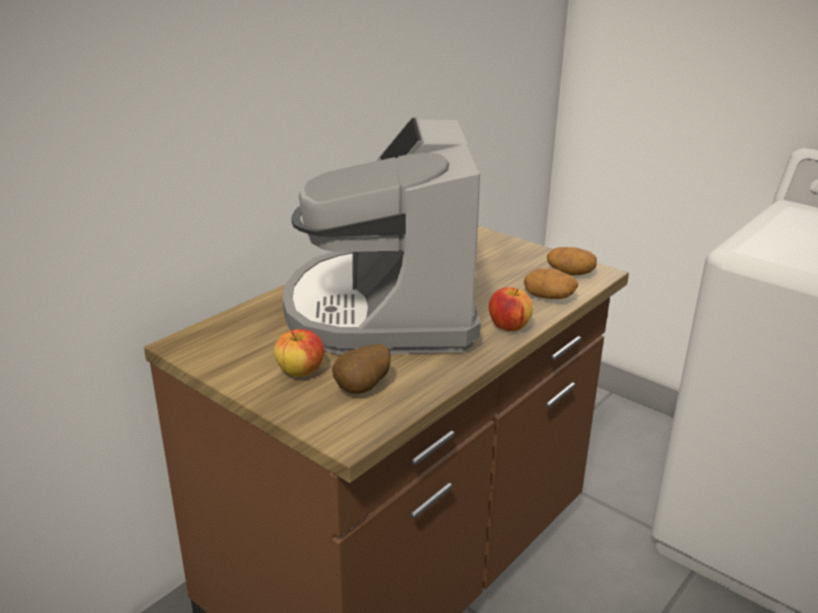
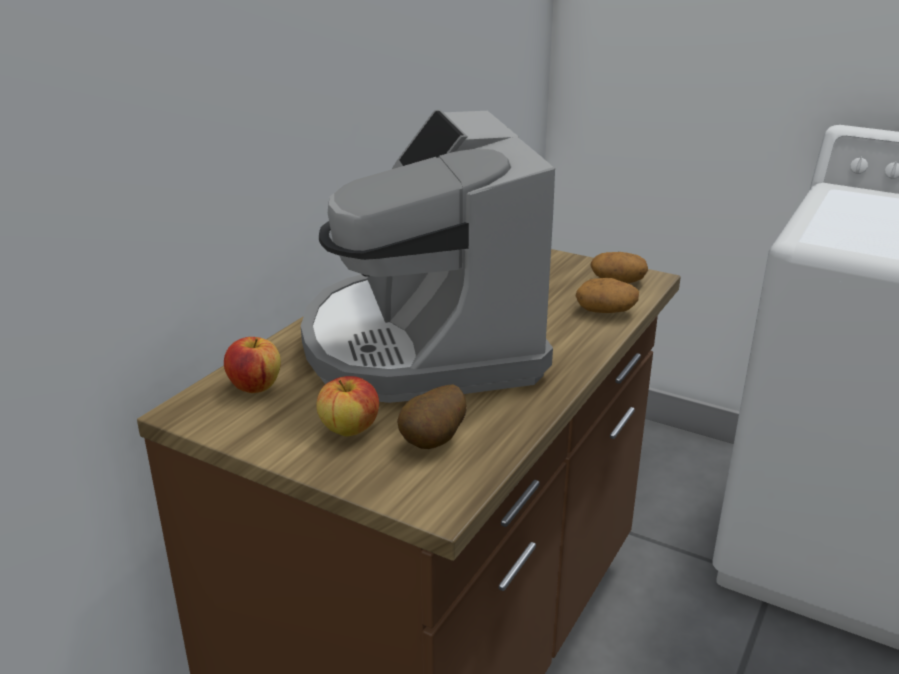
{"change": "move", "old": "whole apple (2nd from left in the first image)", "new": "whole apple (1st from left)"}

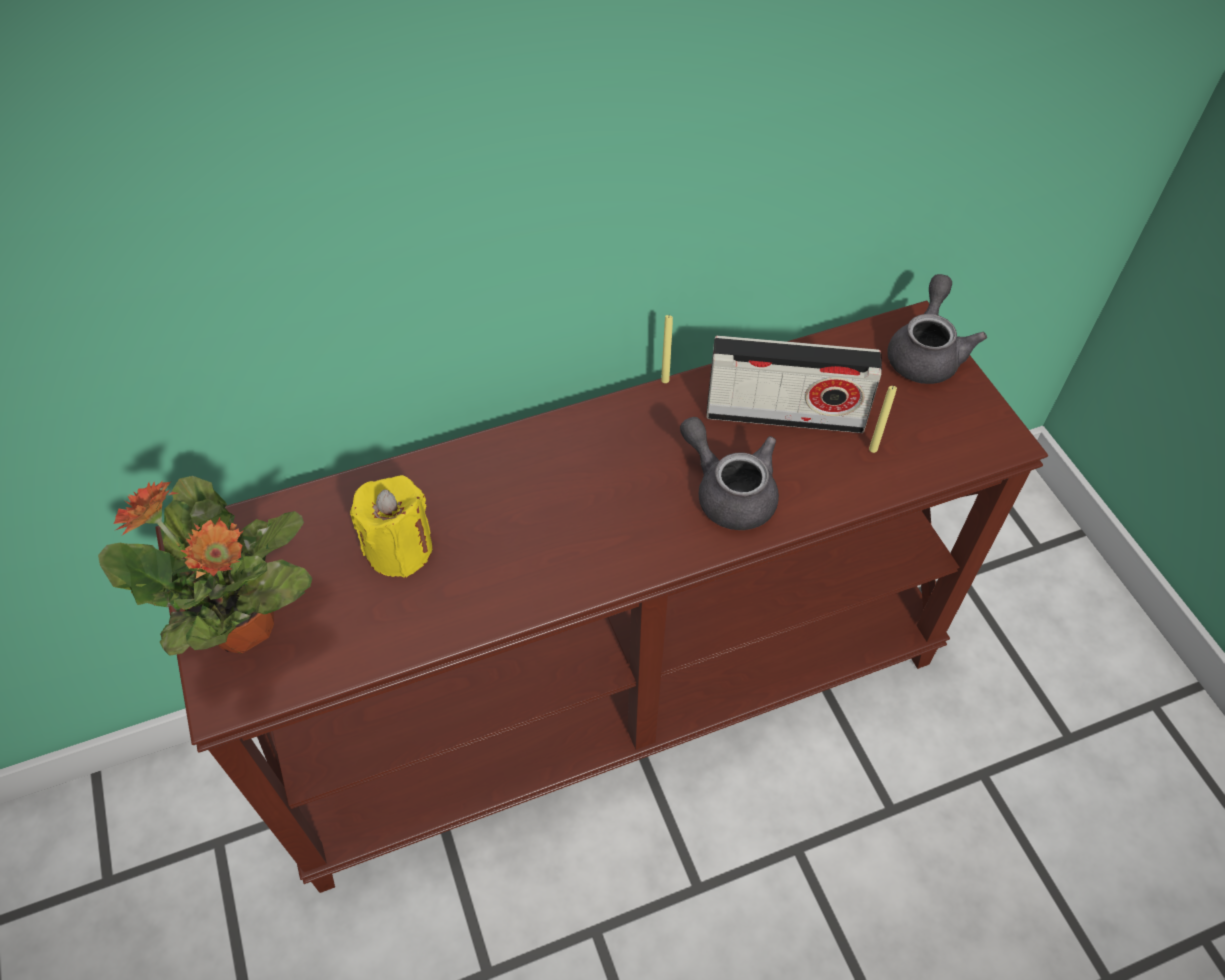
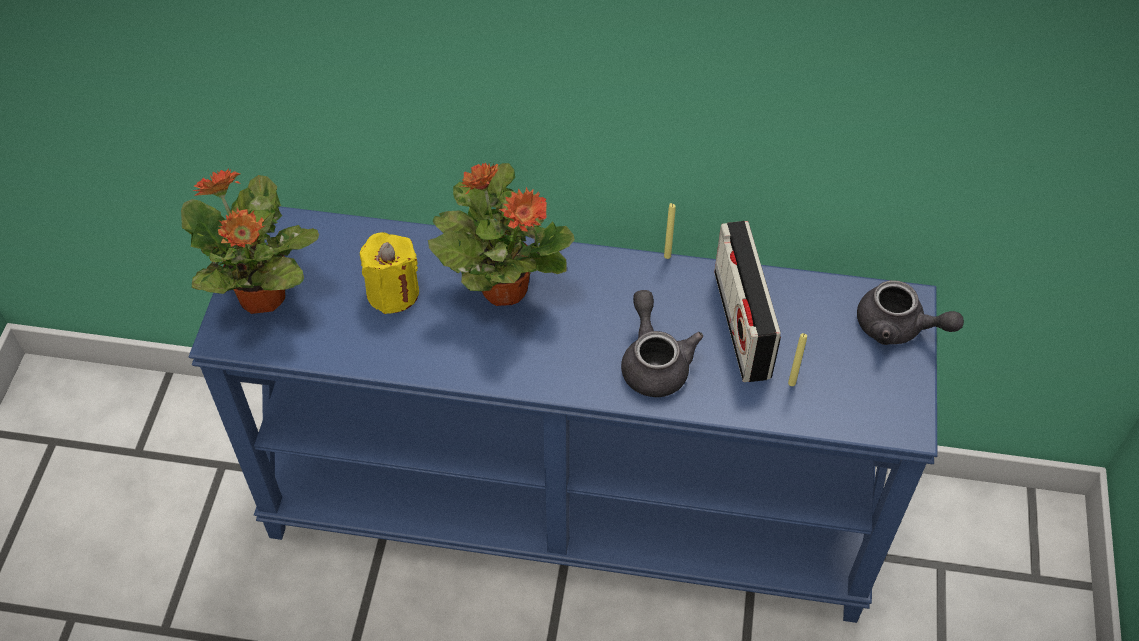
{"change": "recolor", "old": "narrow table (brown)", "new": "narrow table (blue)"}
{"change": "rotate", "old": "radio set", "degrees": 45}
{"change": "rotate", "old": "teapot (grey) (2nd from left)", "degrees": 75}
{"change": "insert", "new": "plant in a pot (2nd from left)"}

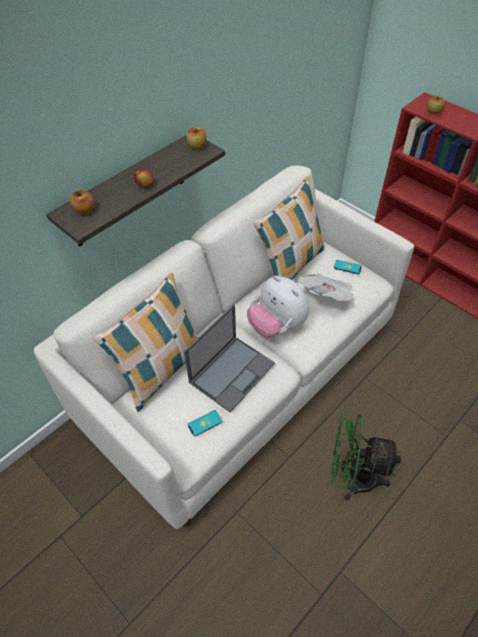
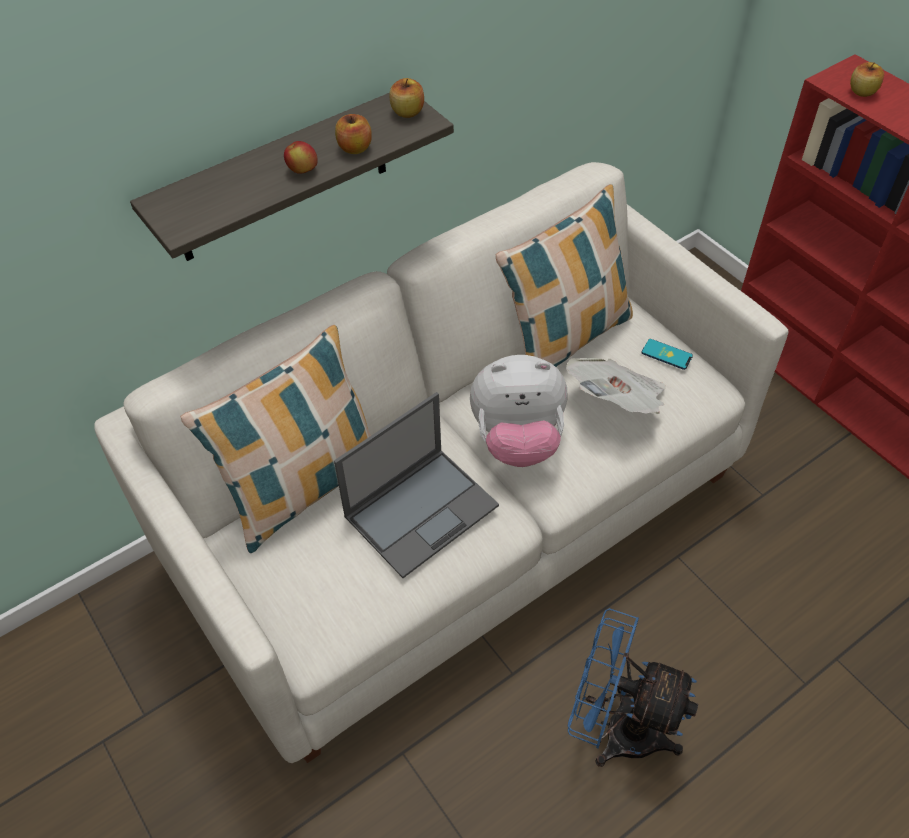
{"change": "move", "old": "whole apple (1st from left in the first image)", "new": "whole apple (2nd from left)"}
{"change": "delete", "old": "phone (1st from left)"}
{"change": "rotate", "old": "plush toy", "degrees": -60}
{"change": "recolor", "old": "fan (green)", "new": "fan (blue)"}

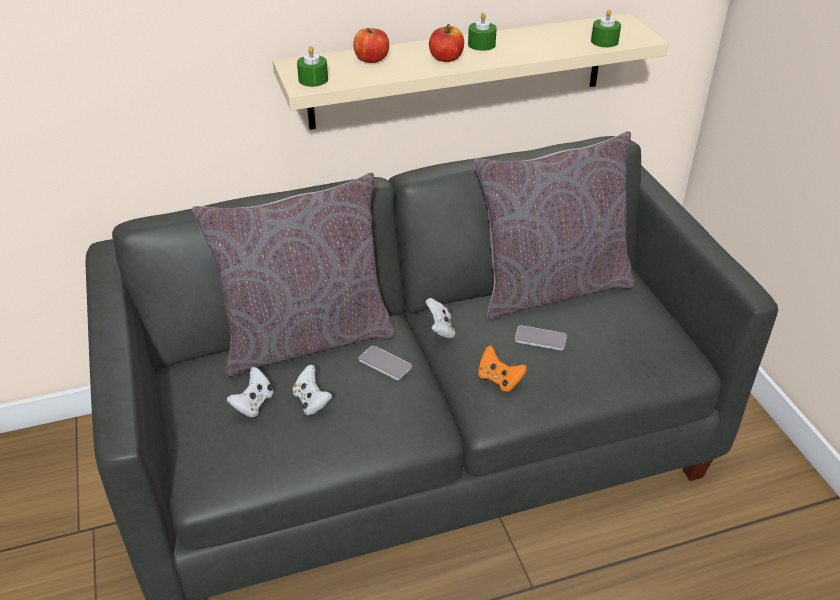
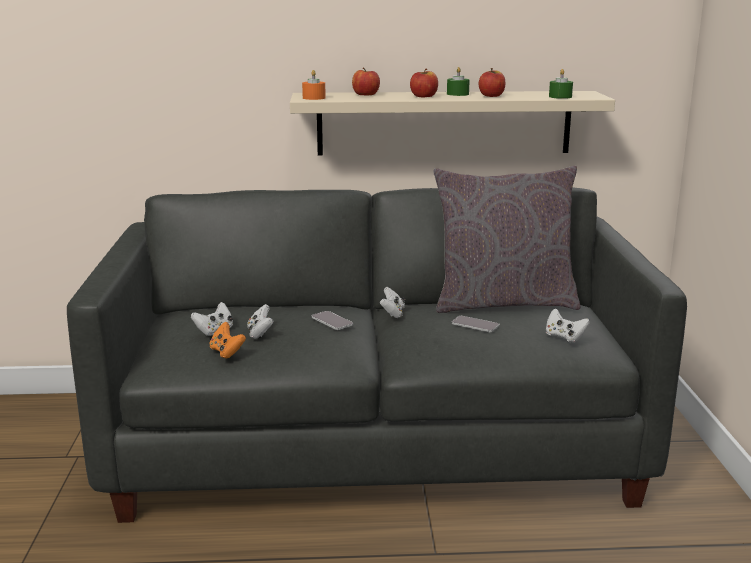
{"change": "delete", "old": "cushion (grey) (1st from left)"}
{"change": "recolor", "old": "candle (green) (1st from left)", "new": "candle (orange)"}
{"change": "move", "old": "joypad (orange)"}
{"change": "insert", "new": "whole apple (3rd from left)"}
{"change": "insert", "new": "joypad (white) (4th from left)"}

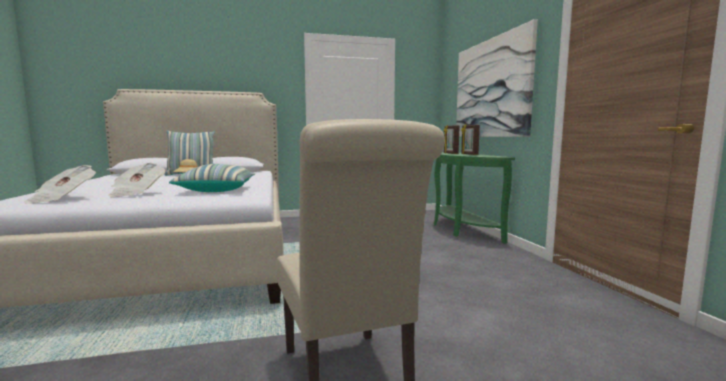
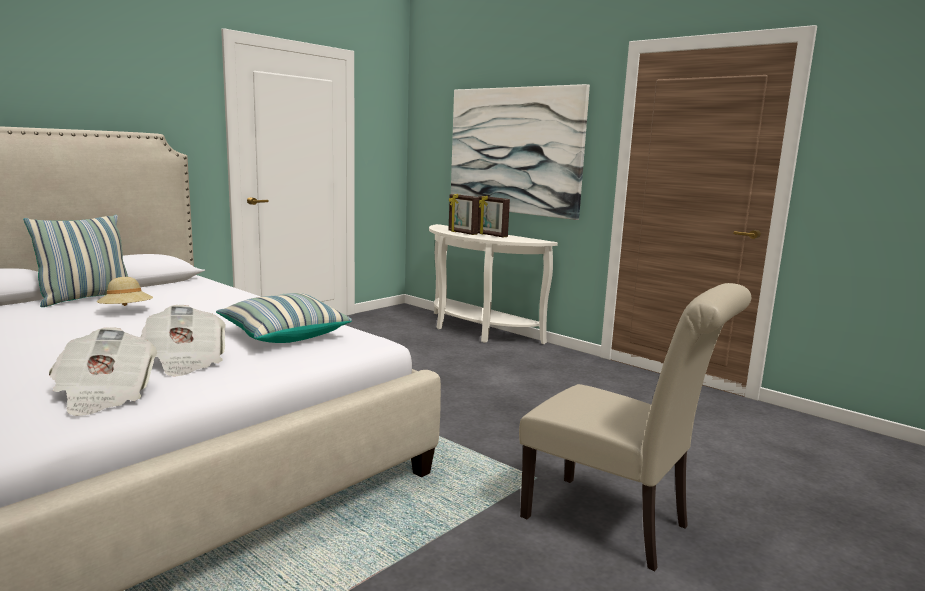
{"change": "recolor", "old": "narrow table (green)", "new": "narrow table (white)"}

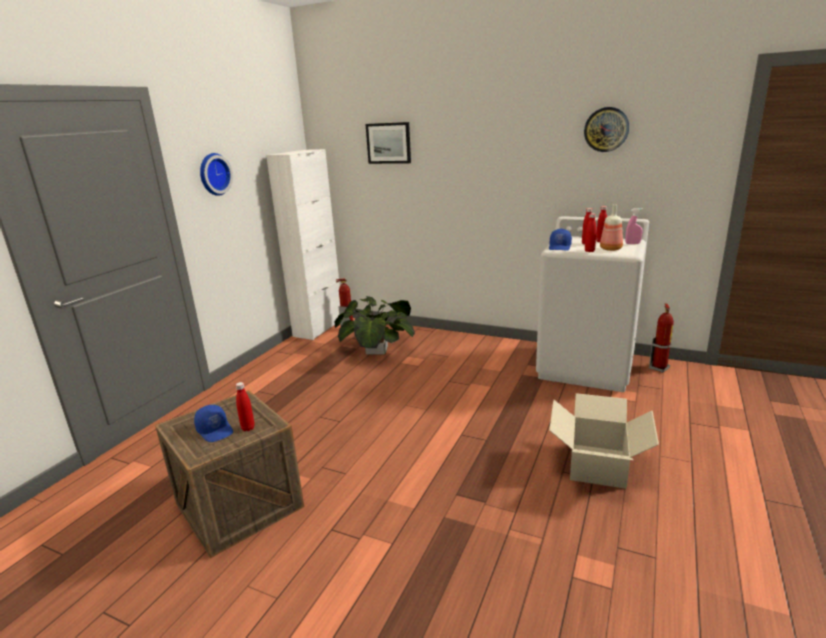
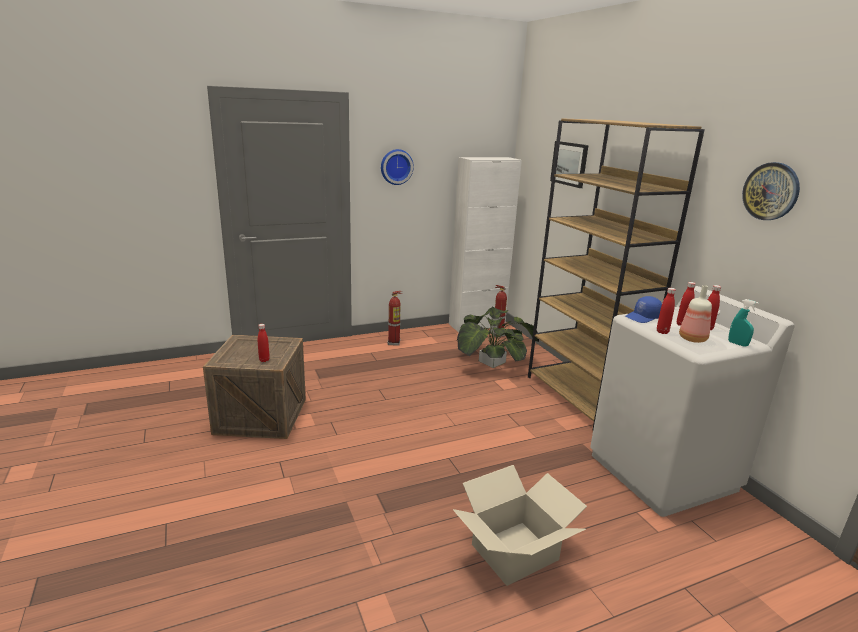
{"change": "delete", "old": "baseball cap (blue) (1st from left)"}
{"change": "recolor", "old": "sprayer (pink-coloured)", "new": "sprayer (blue-green)"}
{"change": "move", "old": "fire-fighting cylinder (2nd from left in the first image)", "new": "fire-fighting cylinder (1st from left)"}
{"change": "insert", "new": "shelving unit (brown)"}

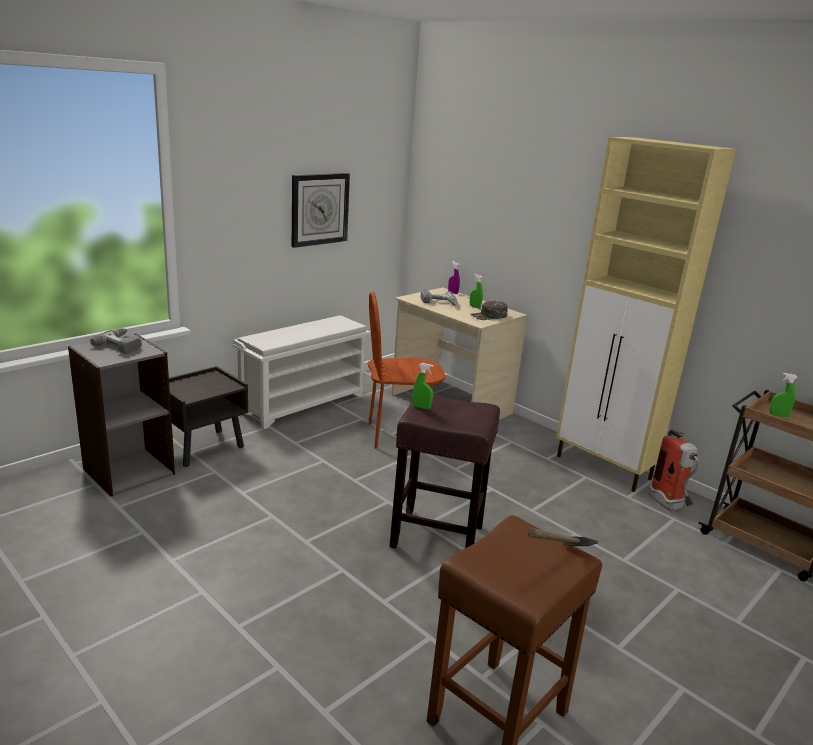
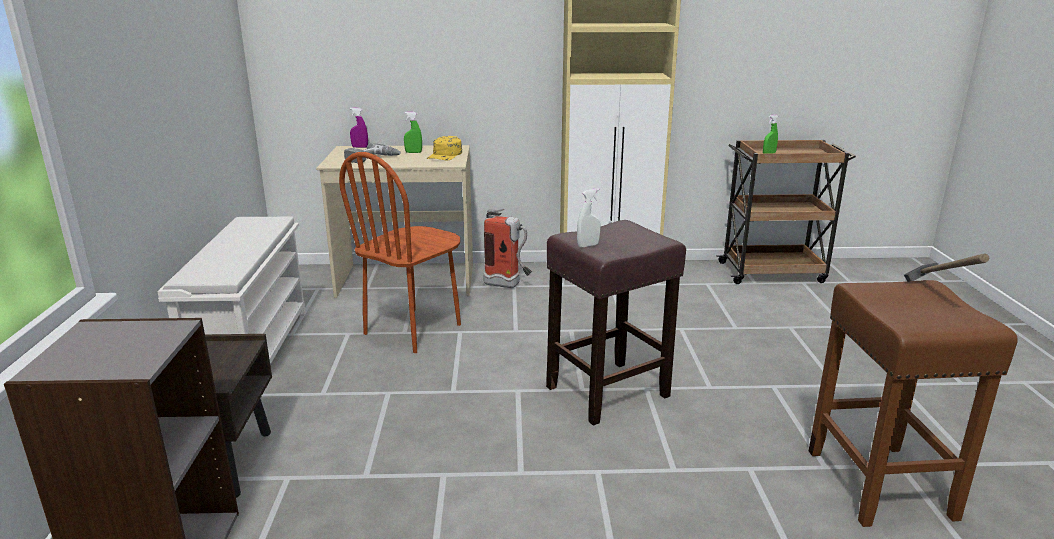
{"change": "delete", "old": "power drill (1st from left)"}
{"change": "delete", "old": "wall clock"}
{"change": "recolor", "old": "sprayer (green) (1st from left)", "new": "sprayer (white)"}
{"change": "recolor", "old": "baseball cap (green)", "new": "baseball cap (yellow-coloured)"}
{"change": "move", "old": "fire-fighting cylinder"}

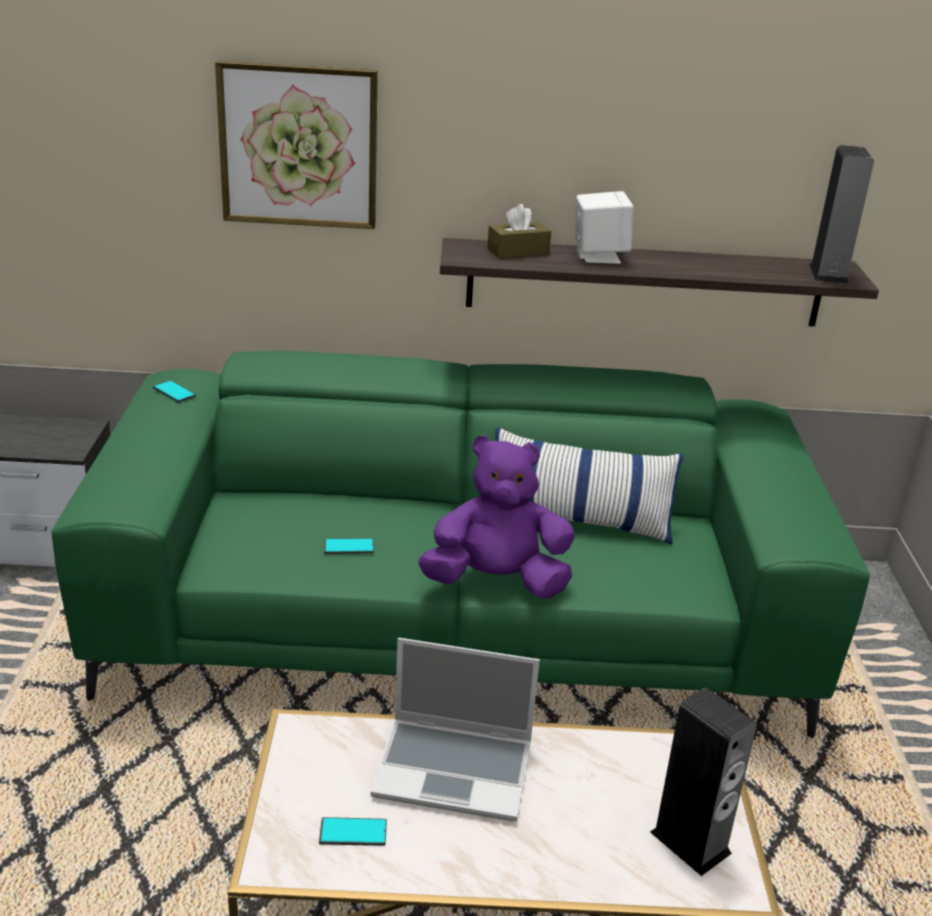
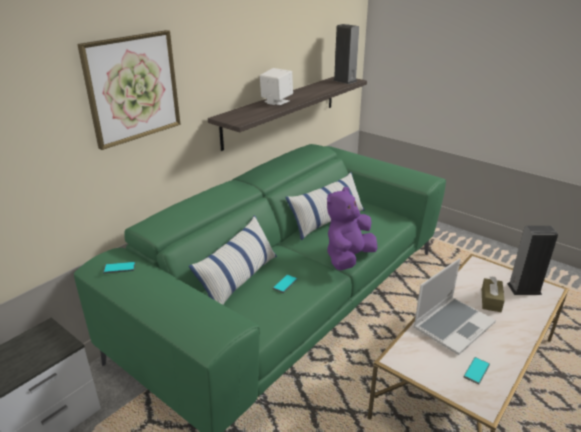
{"change": "move", "old": "tissue box (brown)"}
{"change": "insert", "new": "cushion (1st from left)"}

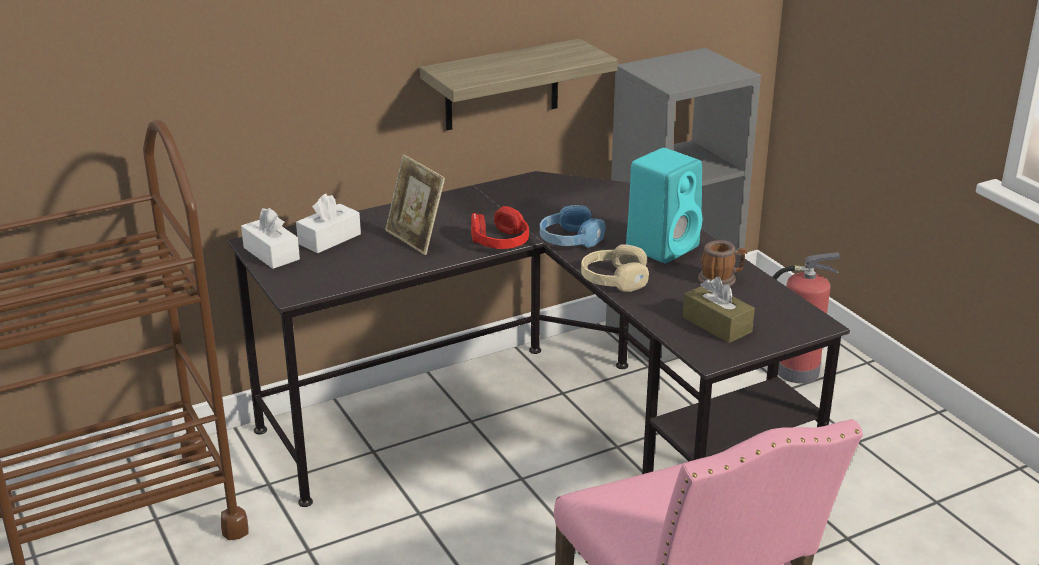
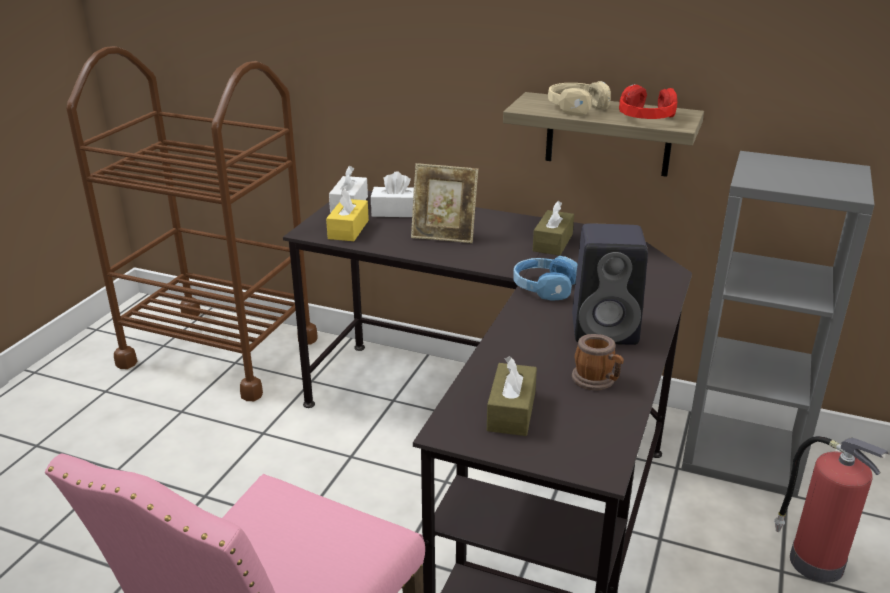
{"change": "rotate", "old": "standing frame", "degrees": -90}
{"change": "move", "old": "headphones (reddish)"}
{"change": "move", "old": "headphones (sand-coloured)"}
{"change": "recolor", "old": "audio speaker (blue-green)", "new": "audio speaker (blackish)"}
{"change": "insert", "new": "tissue box (yellow-coloured)"}
{"change": "insert", "new": "tissue box (brown) (2nd from left)"}

